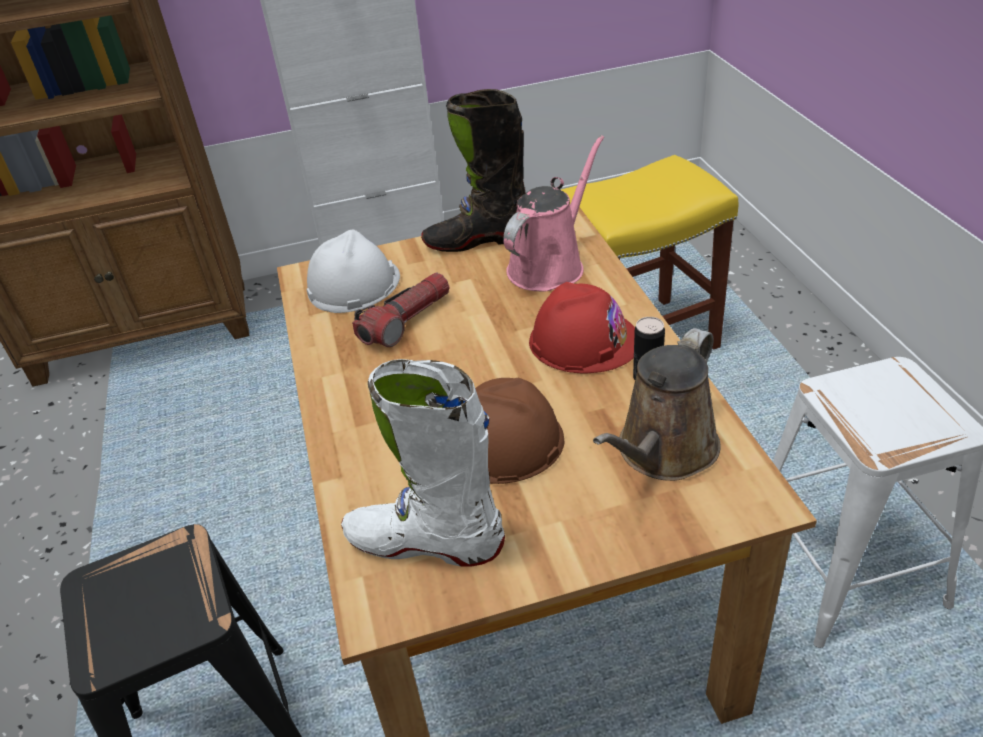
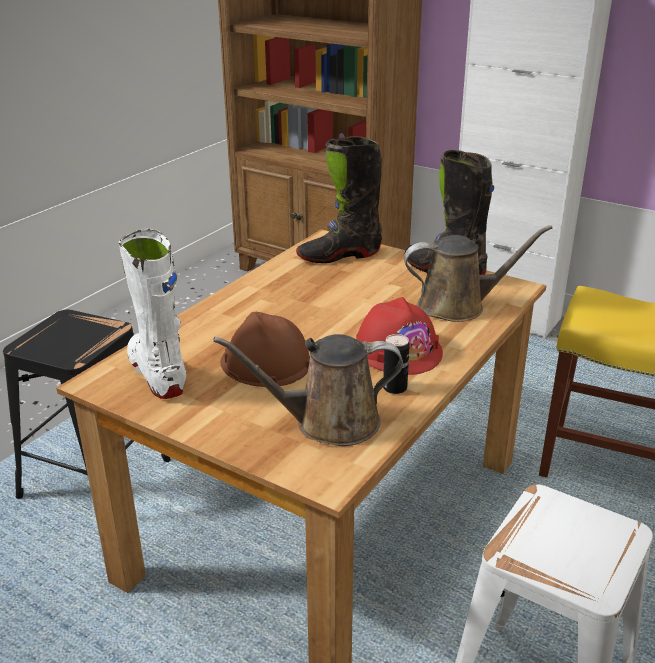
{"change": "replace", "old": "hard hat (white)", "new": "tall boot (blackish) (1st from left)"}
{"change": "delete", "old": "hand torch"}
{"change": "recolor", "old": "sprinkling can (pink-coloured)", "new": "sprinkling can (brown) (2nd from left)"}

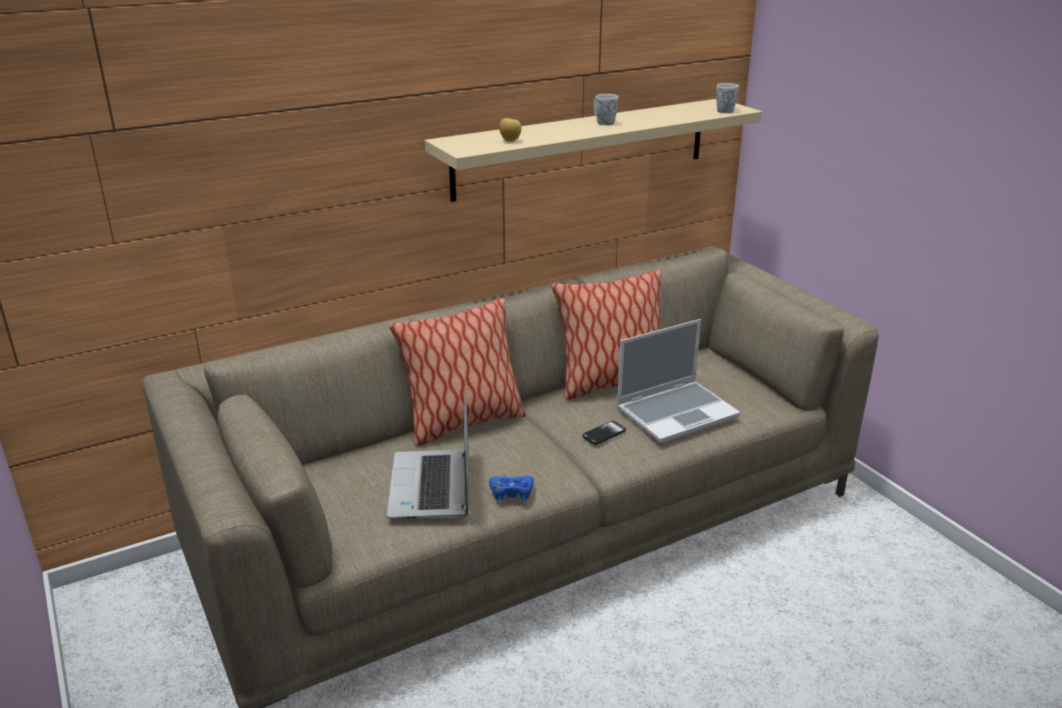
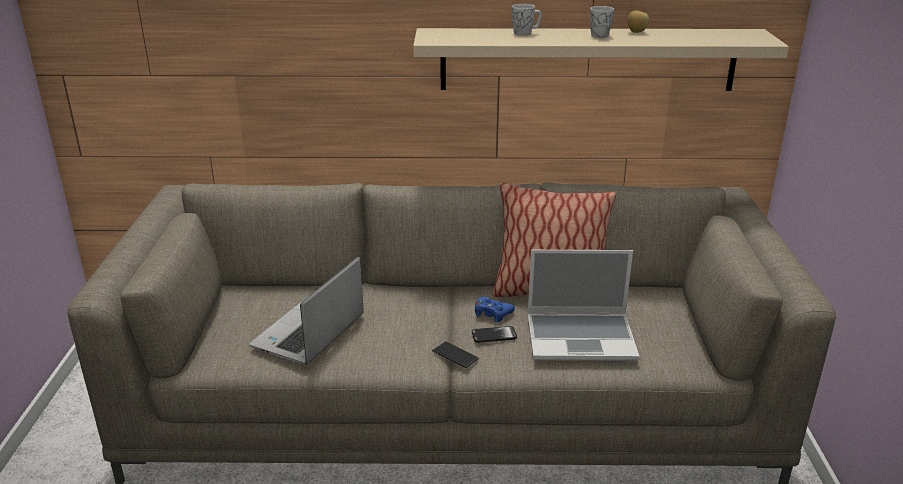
{"change": "delete", "old": "cushion (1st from left)"}
{"change": "move", "old": "joypad (blue)"}
{"change": "move", "old": "whole apple"}
{"change": "move", "old": "mug (white) (2nd from left in the first image)", "new": "mug (white) (1st from left)"}
{"change": "insert", "new": "phone (1st from left)"}

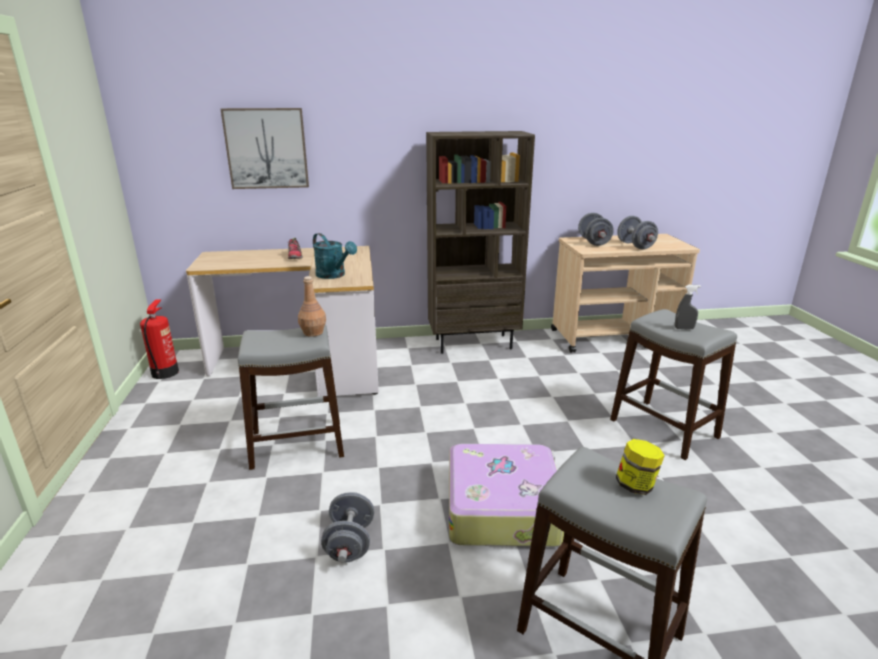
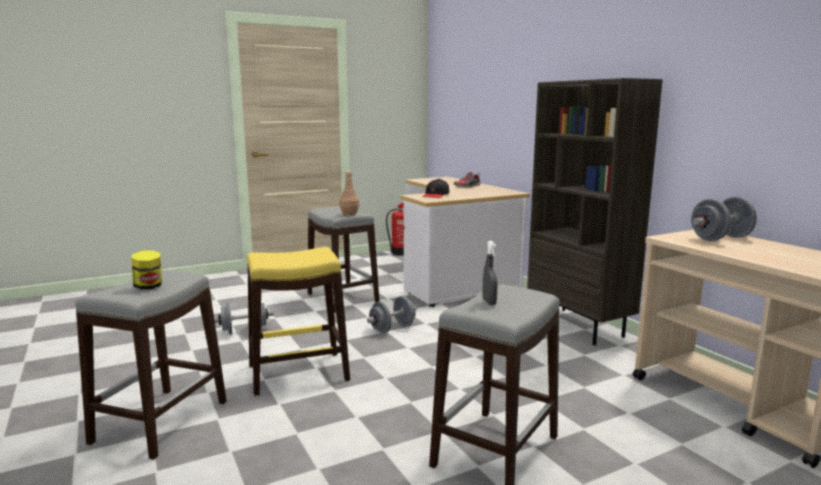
{"change": "delete", "old": "wall art"}
{"change": "replace", "old": "sprinkling can (blue-green)", "new": "baseball cap (blackish)"}
{"change": "replace", "old": "piece of luggage", "new": "stool (yellow-coloured)"}
{"change": "move", "old": "hand weight (grey) (3rd from left in the first image)", "new": "hand weight (grey) (2nd from left)"}

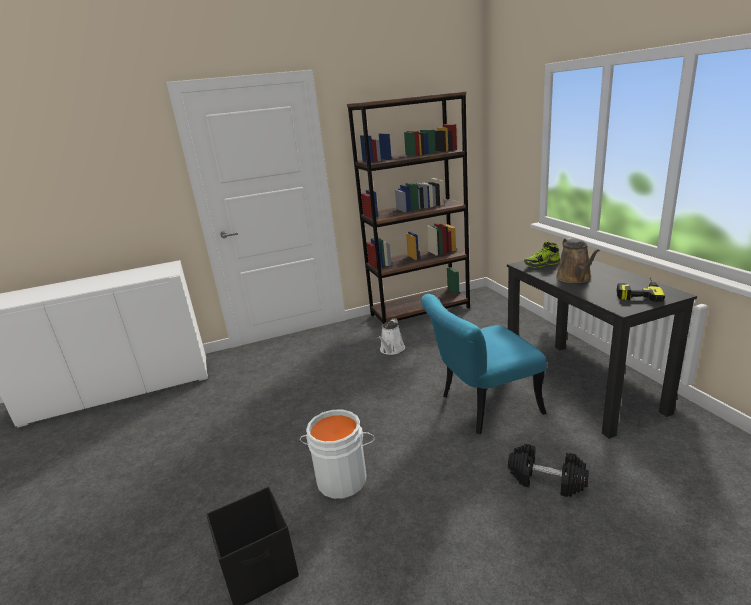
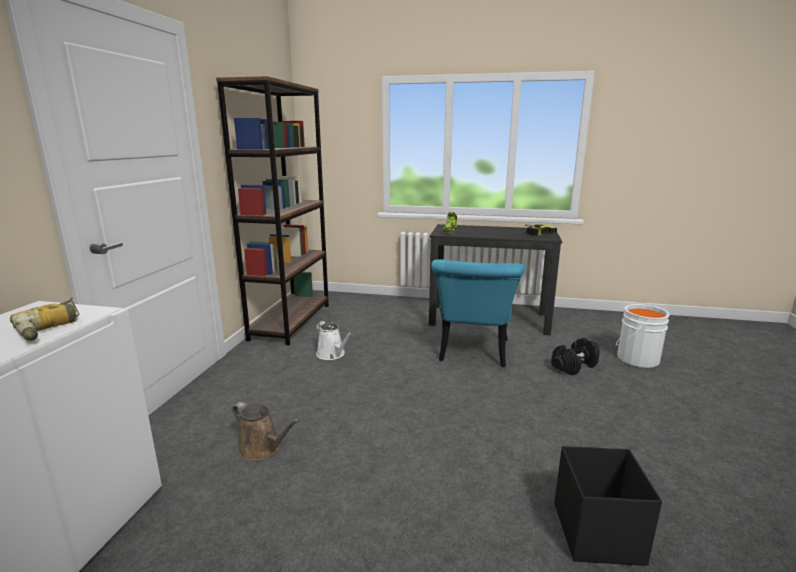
{"change": "move", "old": "bucket (white)"}
{"change": "move", "old": "sprinkling can (brown)"}
{"change": "insert", "new": "power drill (1st from left)"}

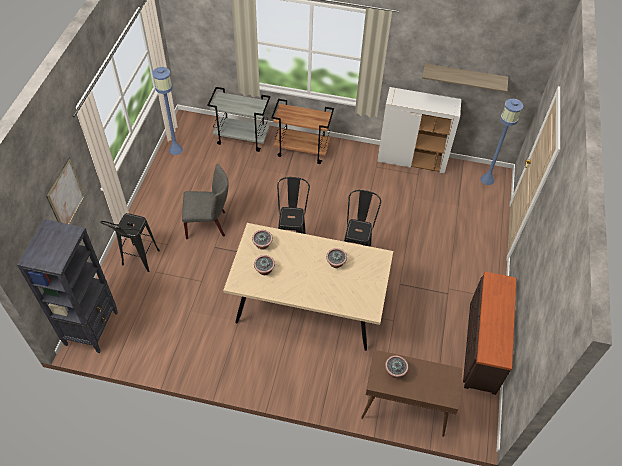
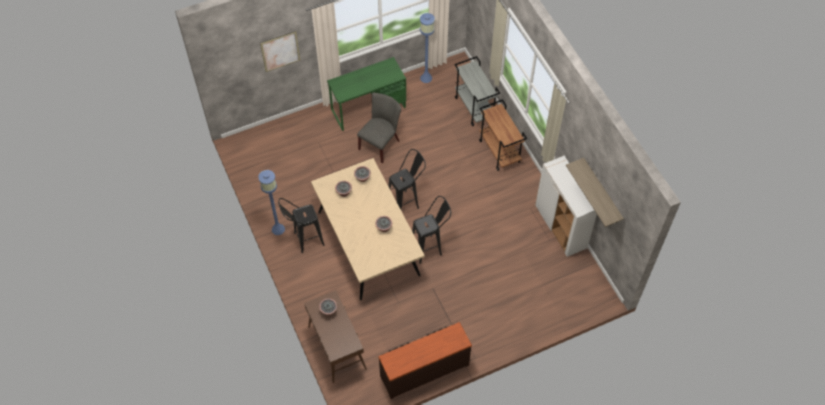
{"change": "delete", "old": "shelving unit (blackish)"}
{"change": "move", "old": "stool (blackish) (1st from left)"}
{"change": "rotate", "old": "chair (grey)", "degrees": -105}
{"change": "move", "old": "standing lamp (blue) (2nd from left in the first image)", "new": "standing lamp (blue) (1st from left)"}
{"change": "insert", "new": "desk (green)"}

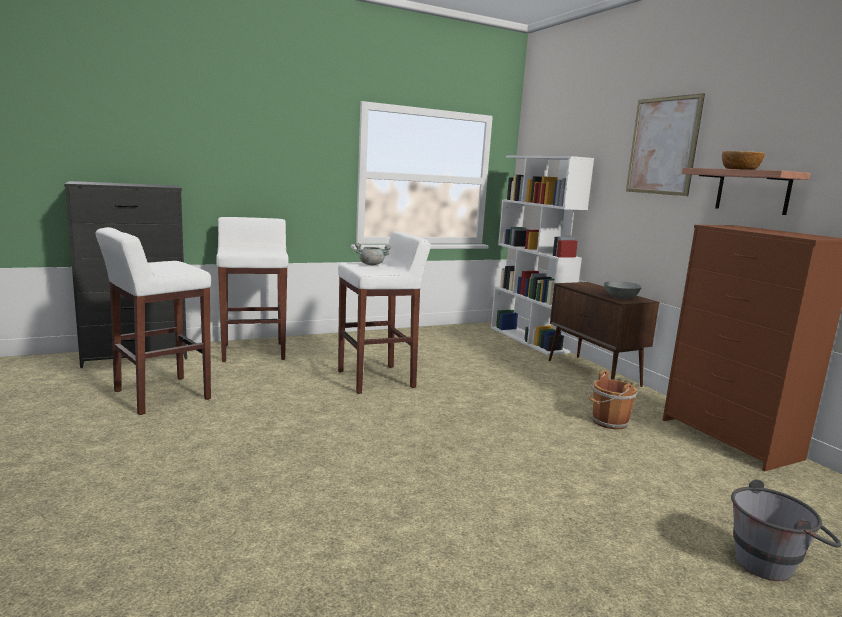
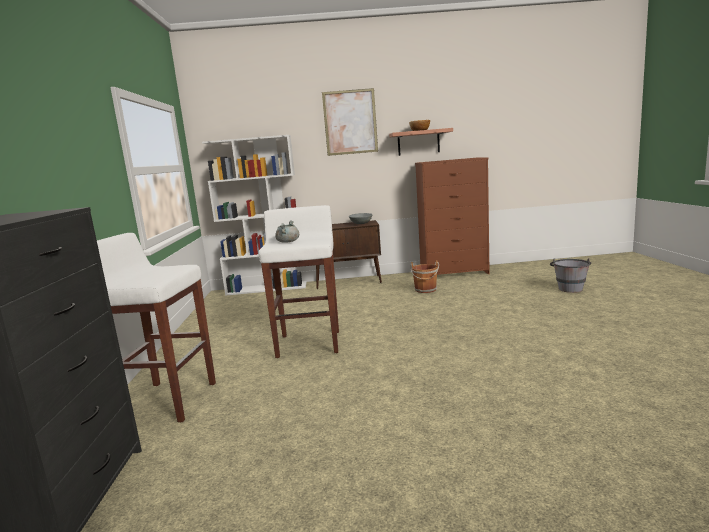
{"change": "delete", "old": "stool (white) (1st from left)"}

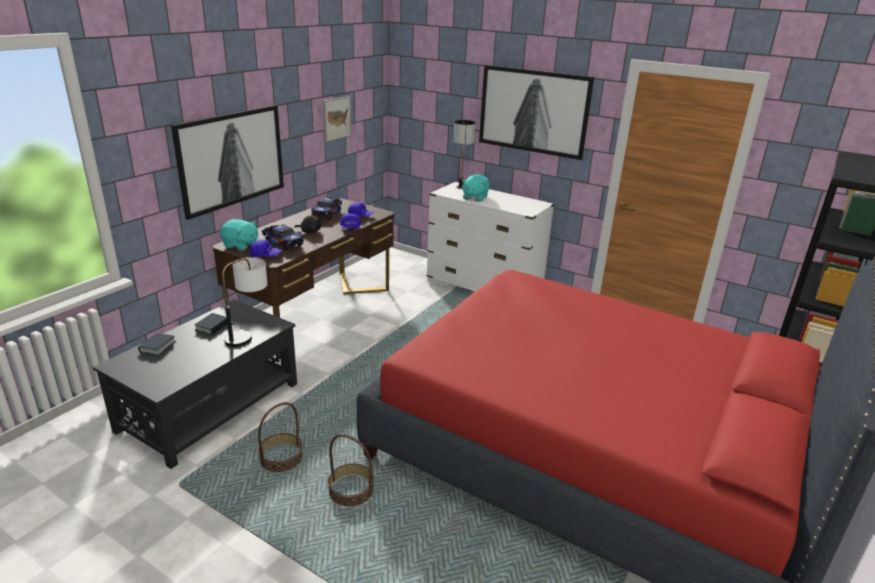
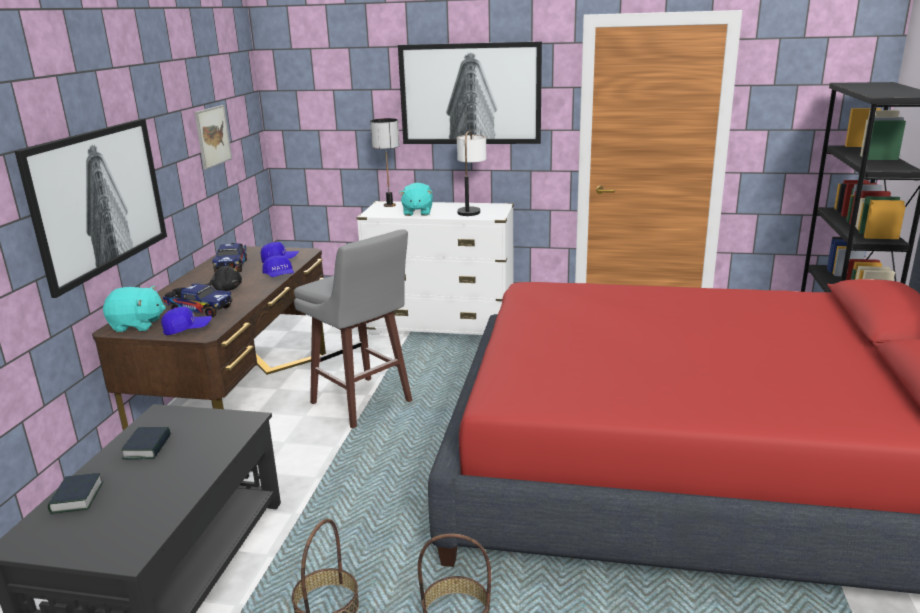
{"change": "move", "old": "table lamp (1st from left in the first image)", "new": "table lamp (2nd from left)"}
{"change": "insert", "new": "stool (grey)"}

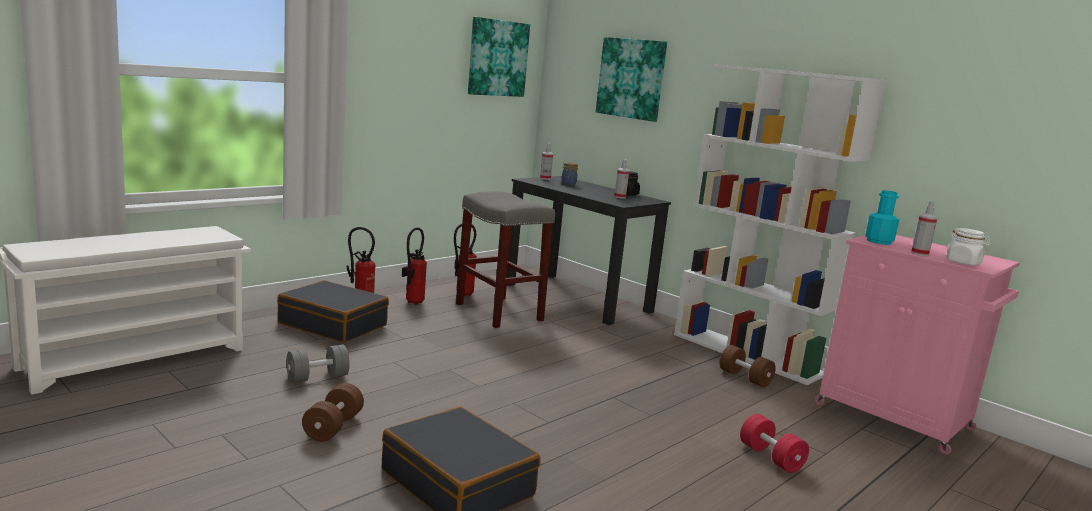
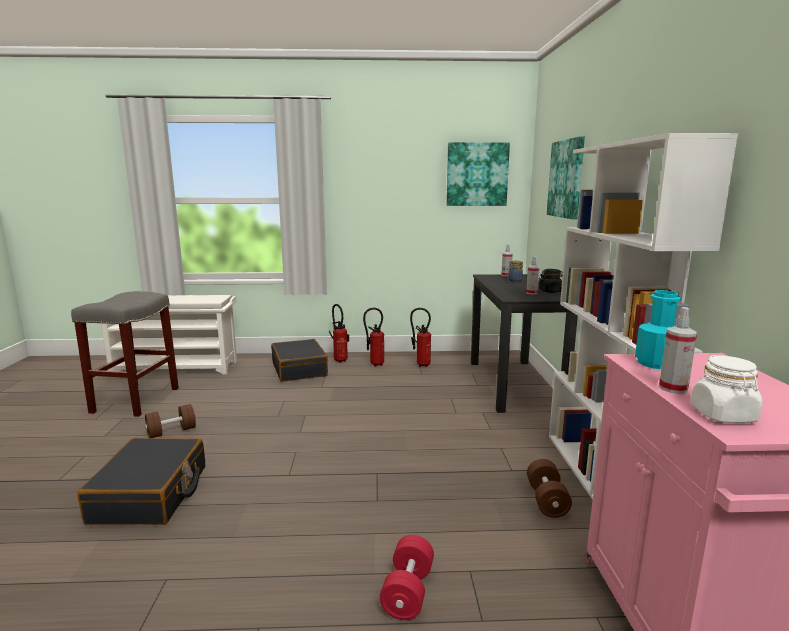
{"change": "delete", "old": "hand weight (grey)"}
{"change": "move", "old": "stool (grey)"}

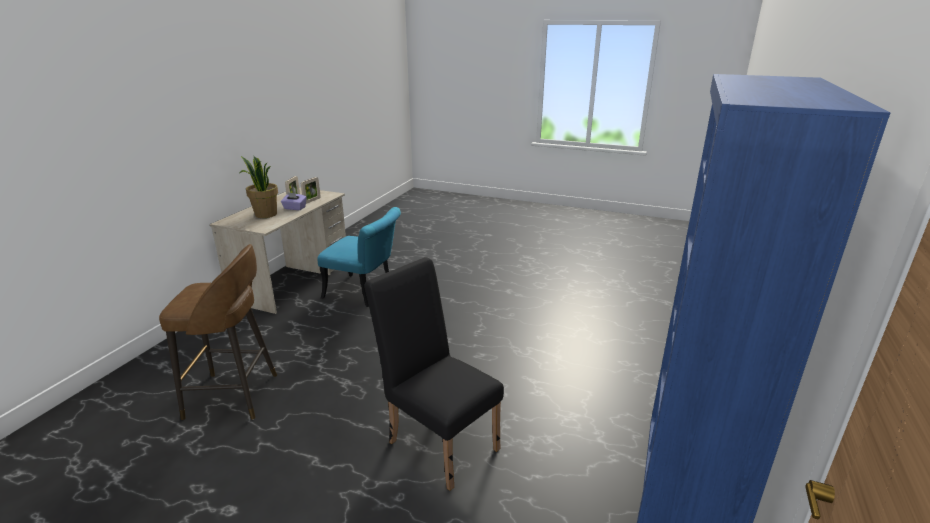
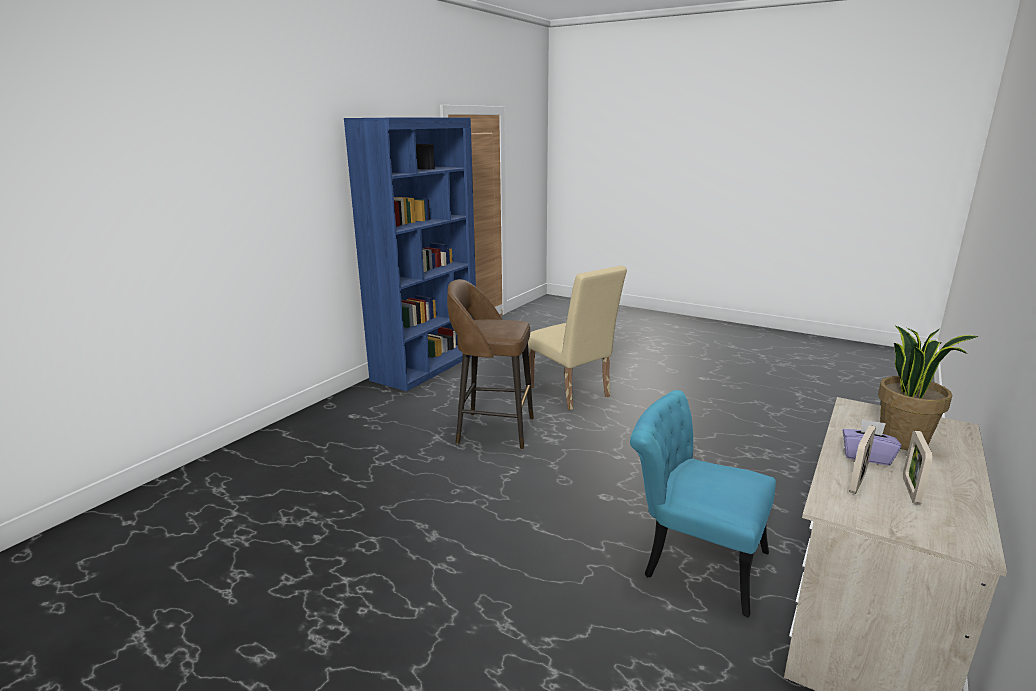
{"change": "move", "old": "stool (brown)"}
{"change": "recolor", "old": "chair (blackish)", "new": "chair (sand-coloured)"}

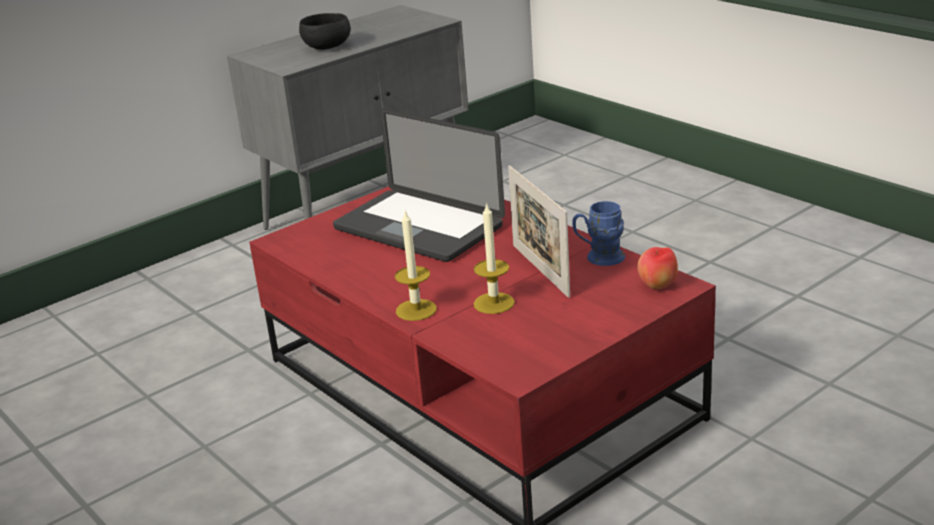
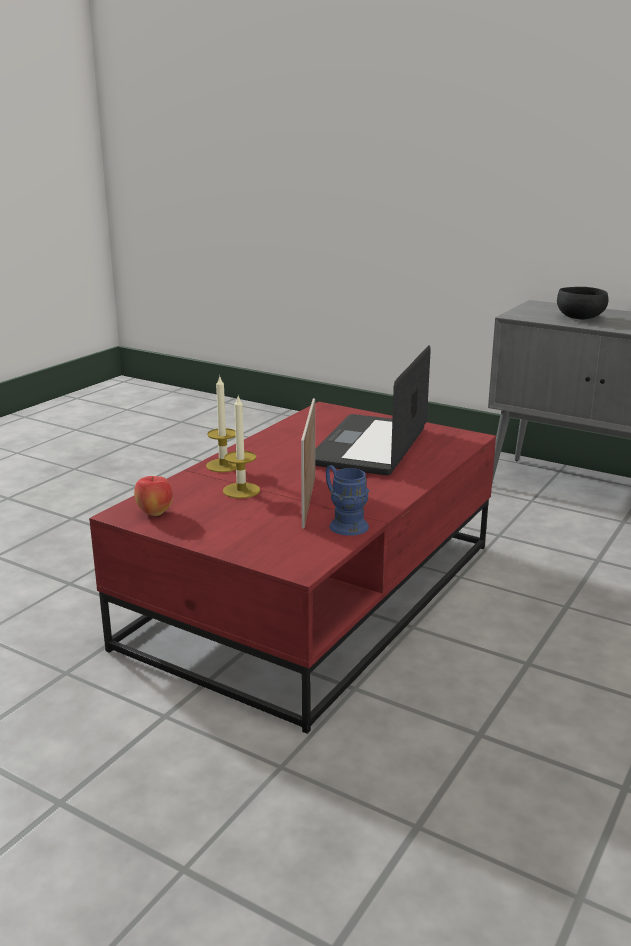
{"change": "rotate", "old": "standing frame", "degrees": -45}
{"change": "move", "old": "whole apple"}

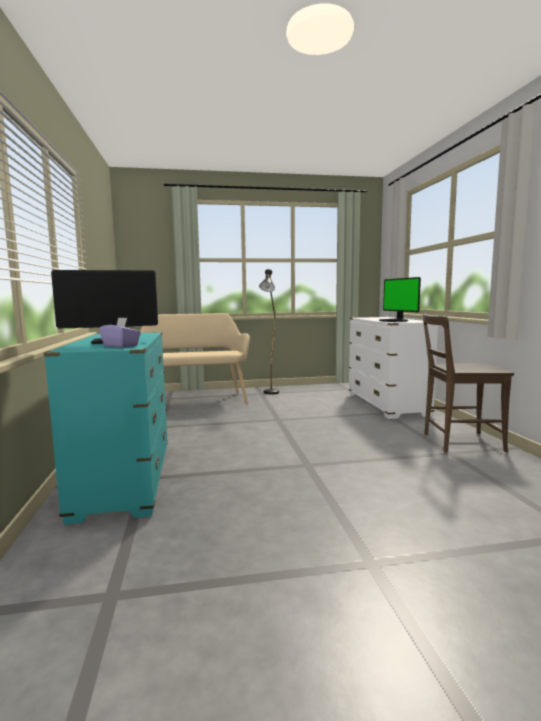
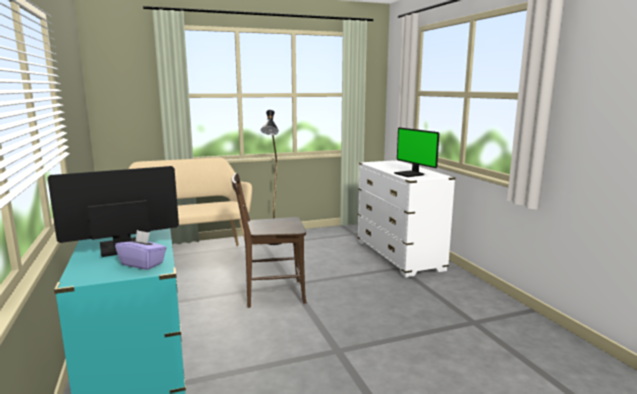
{"change": "move", "old": "chair (brown)"}

